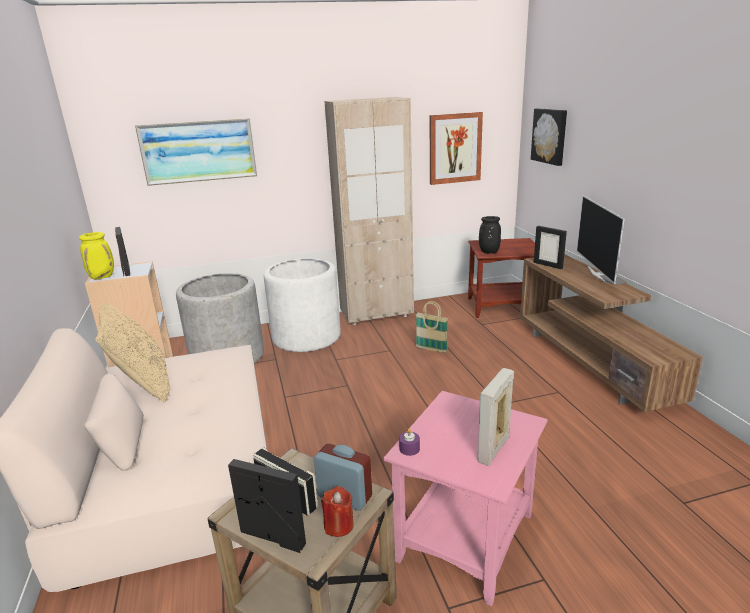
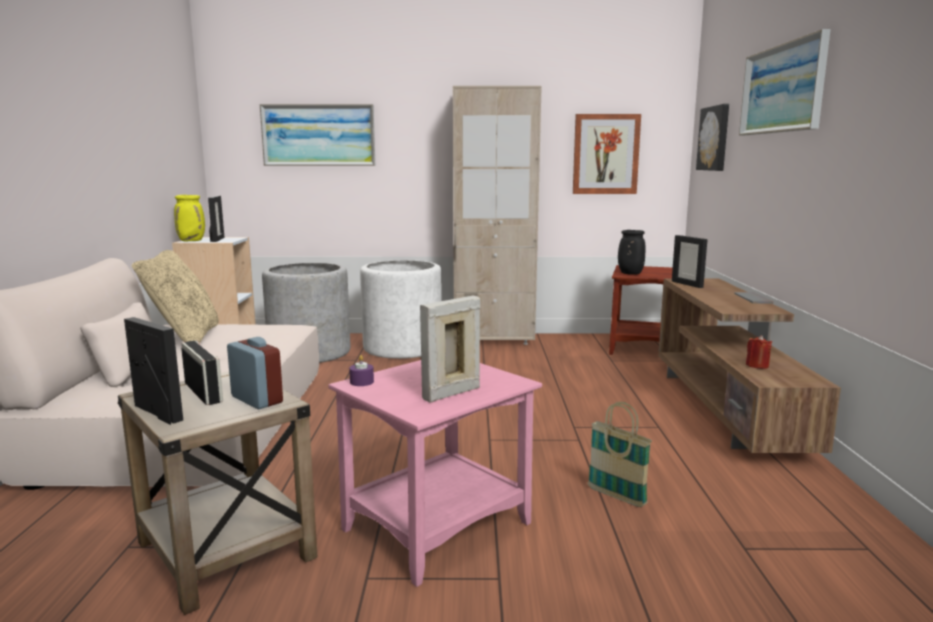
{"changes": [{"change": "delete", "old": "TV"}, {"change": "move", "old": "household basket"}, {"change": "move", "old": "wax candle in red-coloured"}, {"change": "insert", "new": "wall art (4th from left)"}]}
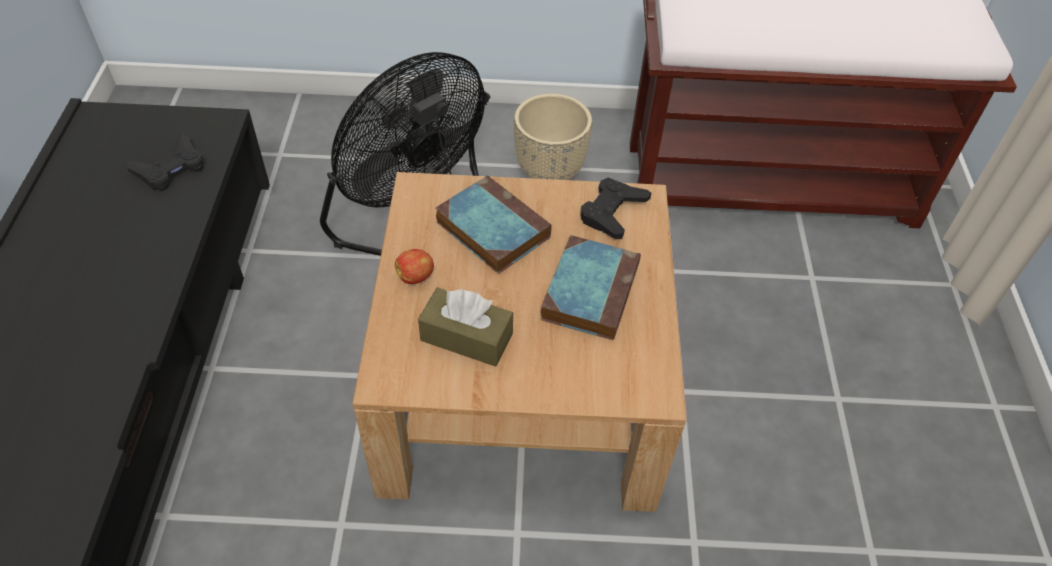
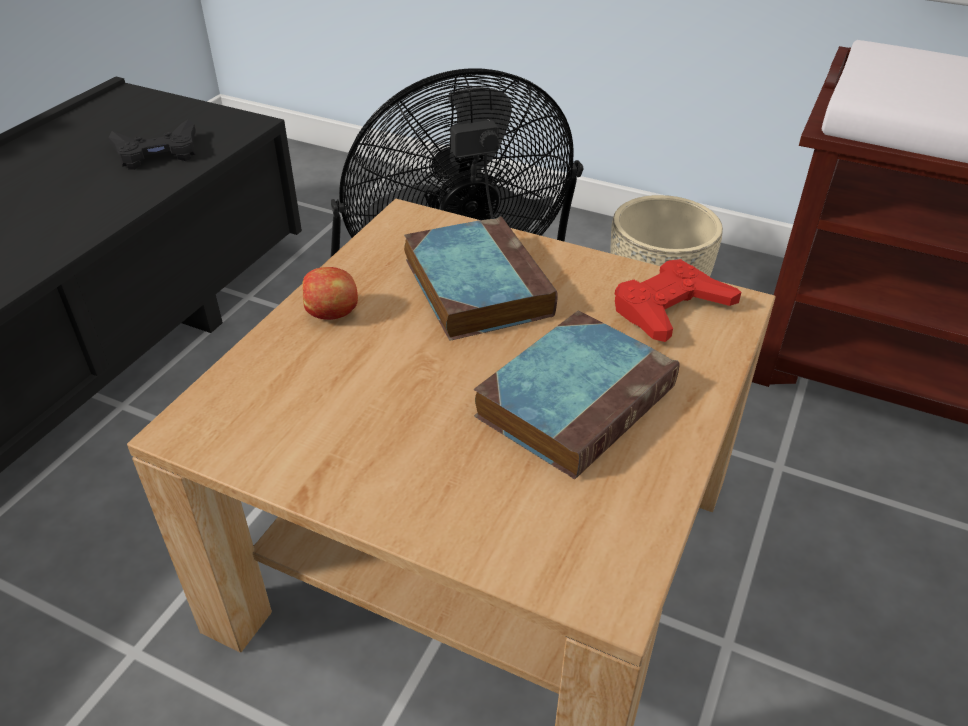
{"changes": [{"change": "recolor", "old": "gamepad in black (2nd from left)", "new": "gamepad in red-coloured"}, {"change": "delete", "old": "box of tissues in brown"}]}
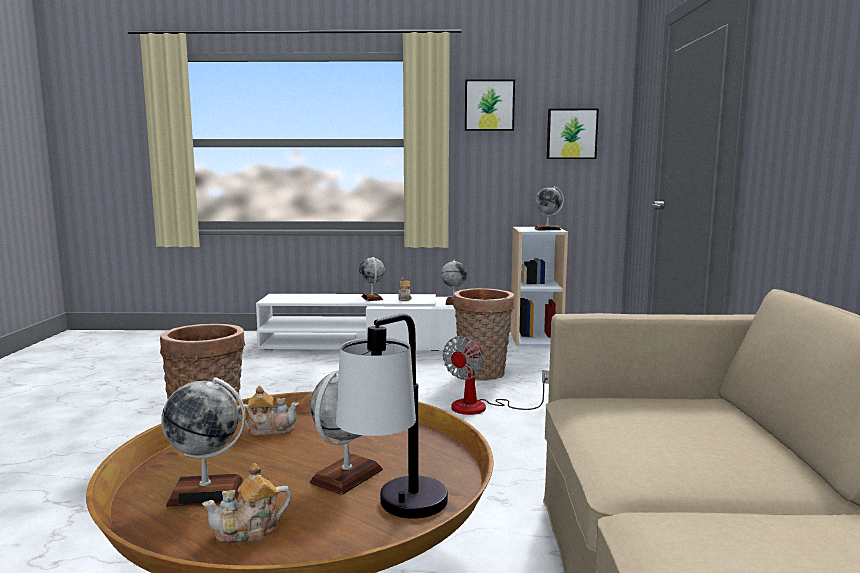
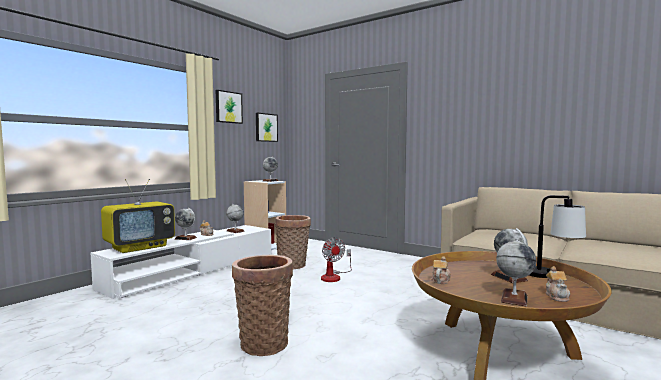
{"changes": [{"change": "insert", "new": "TV"}]}
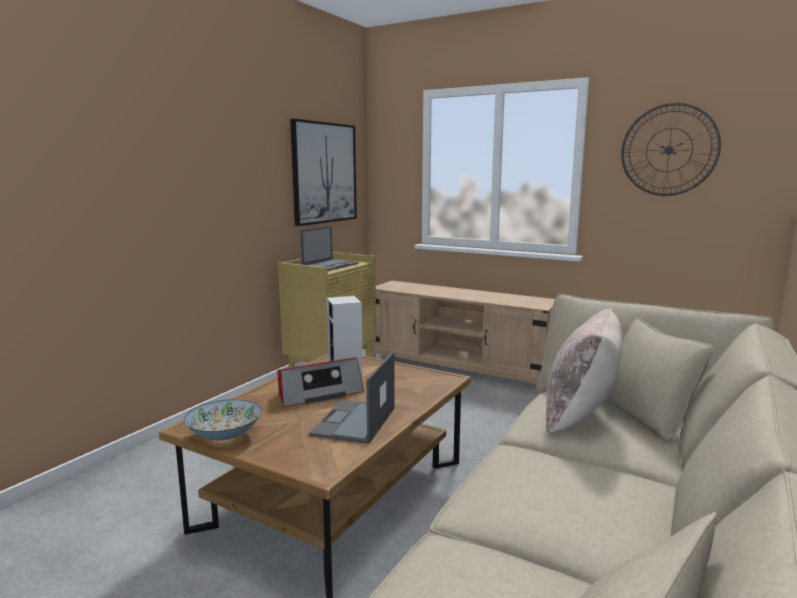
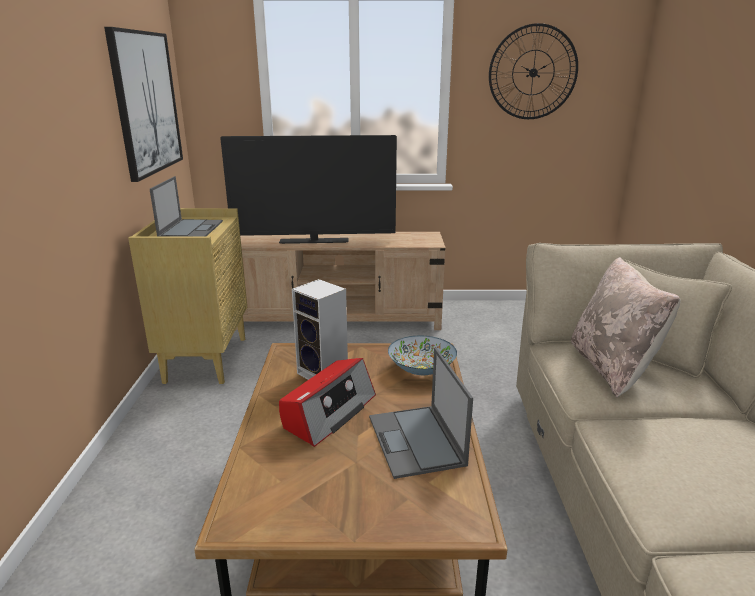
{"changes": [{"change": "move", "old": "serving bowl"}, {"change": "insert", "new": "TV"}]}
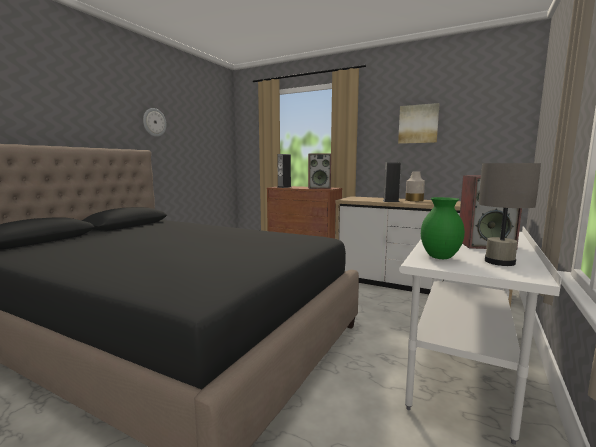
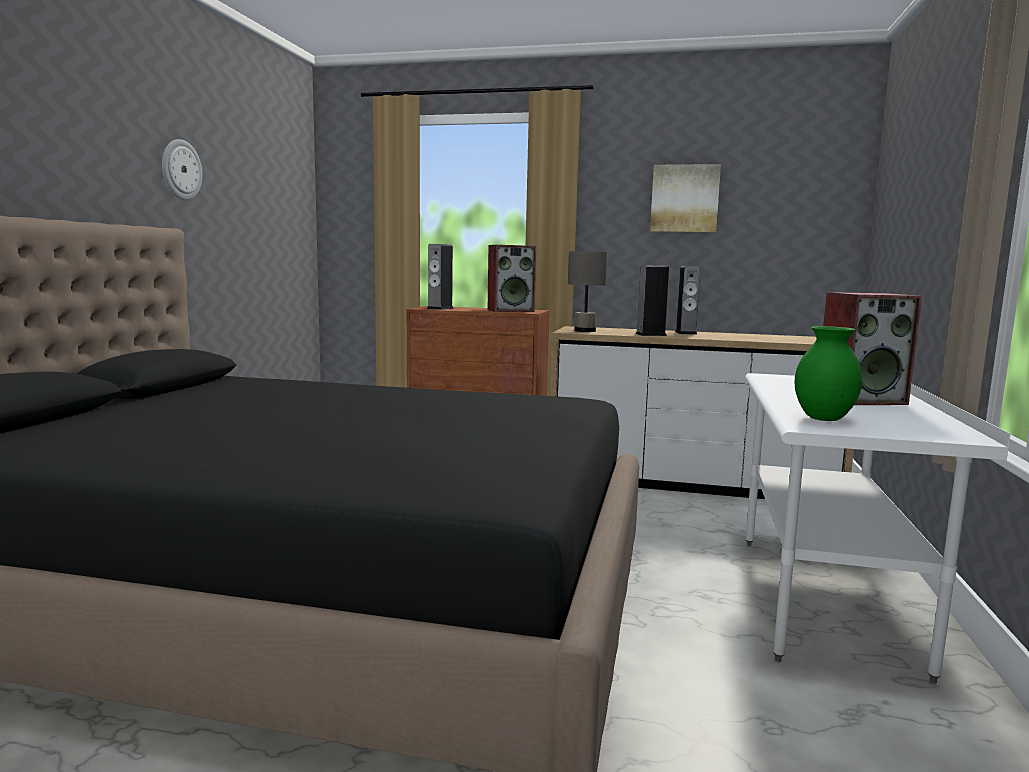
{"changes": [{"change": "move", "old": "lamp for a table in grey"}, {"change": "replace", "old": "vase in beige-coloured", "new": "loudspeaker (4th from left)"}]}
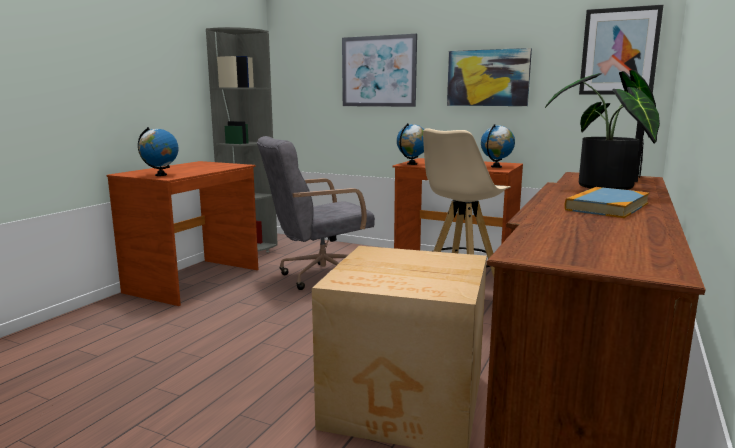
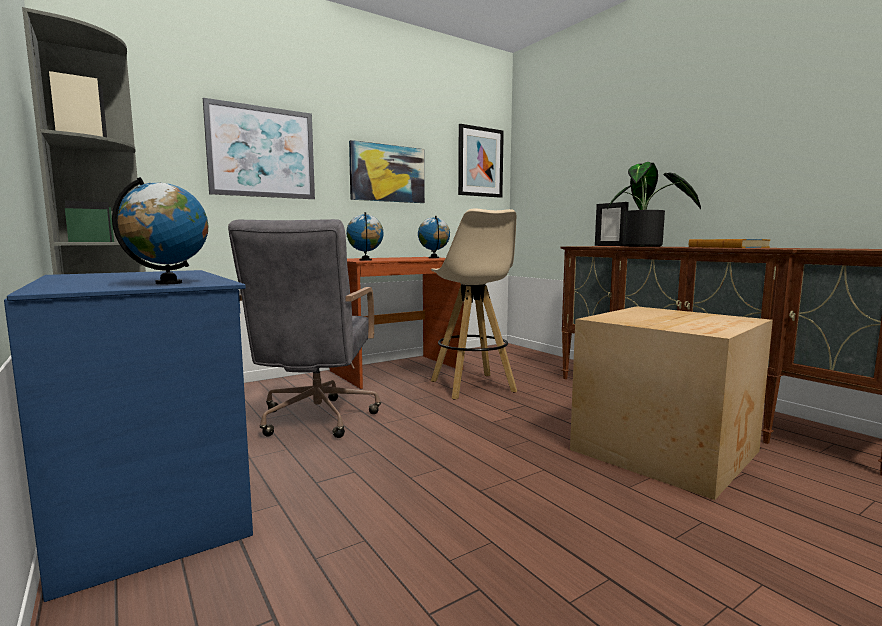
{"changes": [{"change": "recolor", "old": "desk unit in brown (1st from left)", "new": "desk unit in blue"}]}
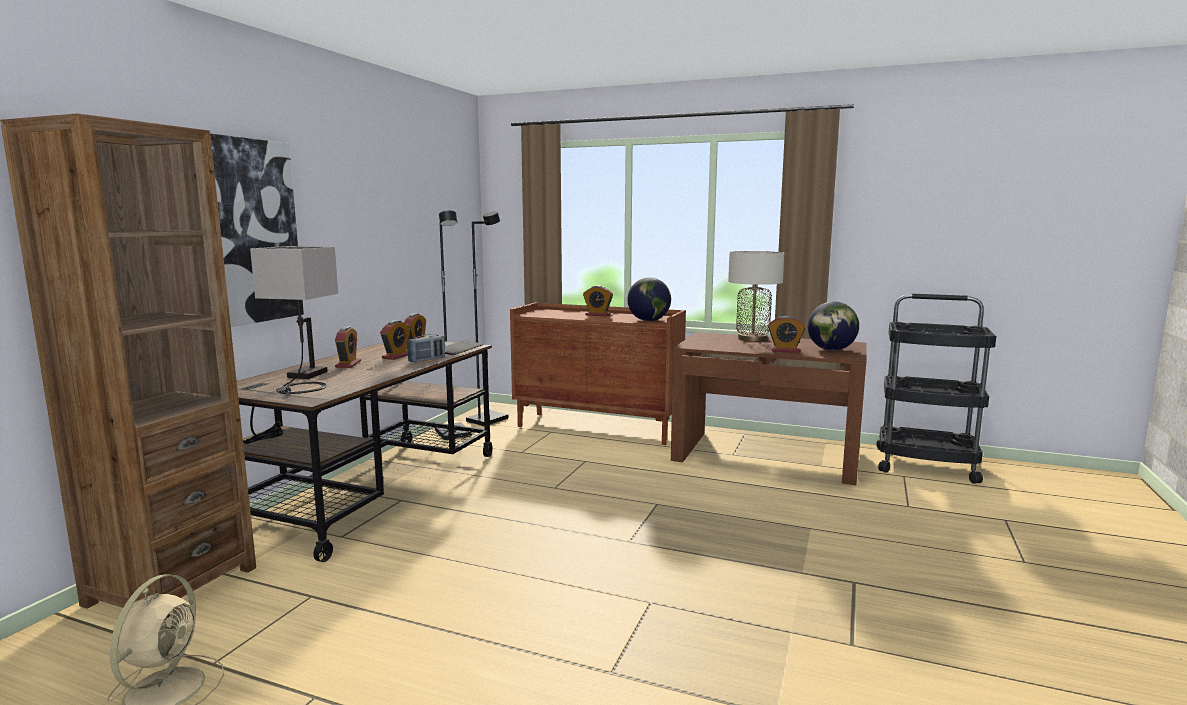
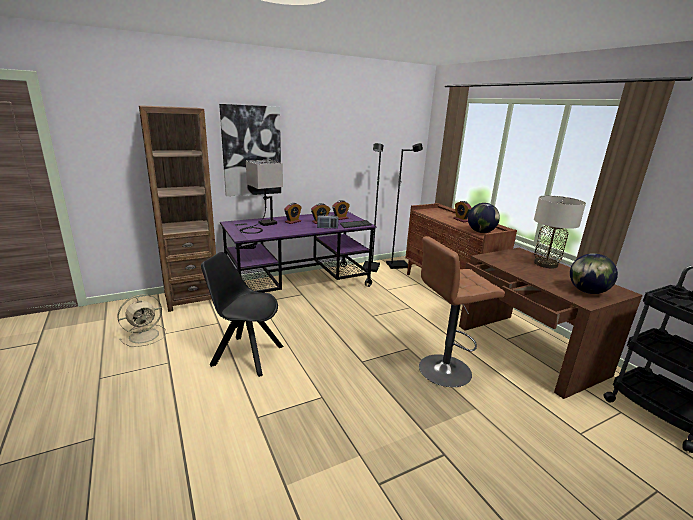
{"changes": [{"change": "delete", "old": "alarm clock (5th from left)"}, {"change": "recolor", "old": "desk unit in brown (1st from left)", "new": "desk unit in purple"}, {"change": "insert", "new": "stool seat in brown"}, {"change": "insert", "new": "plain chair in black"}]}
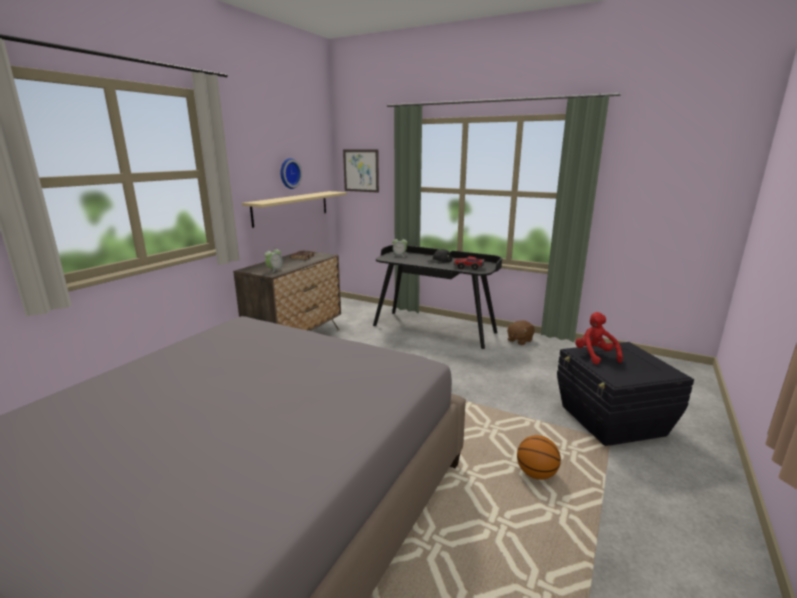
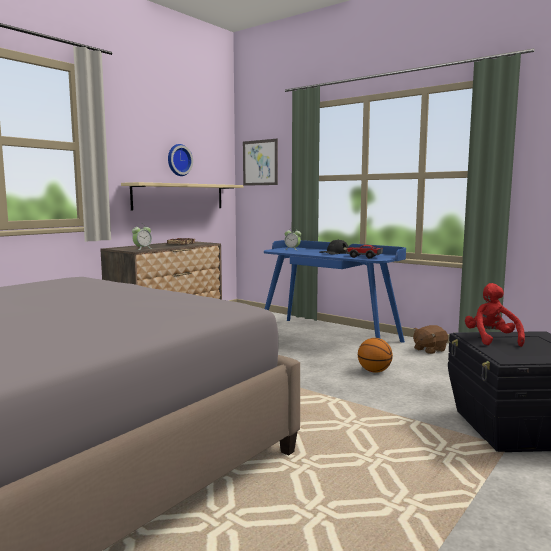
{"changes": [{"change": "recolor", "old": "desk unit in black", "new": "desk unit in blue"}, {"change": "move", "old": "basketball ball"}]}
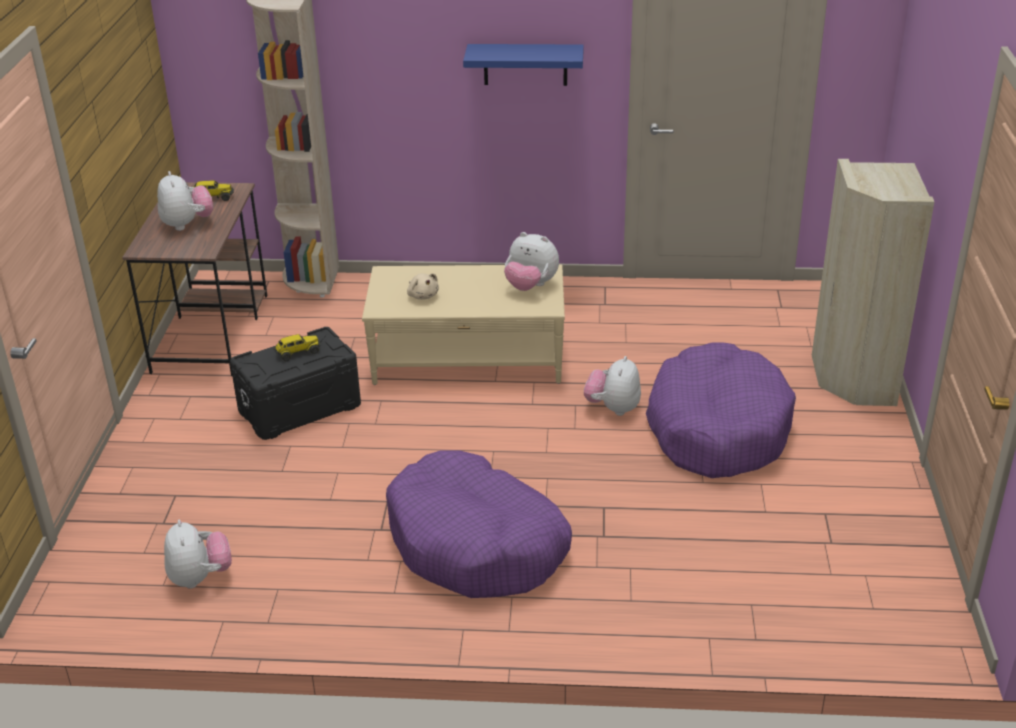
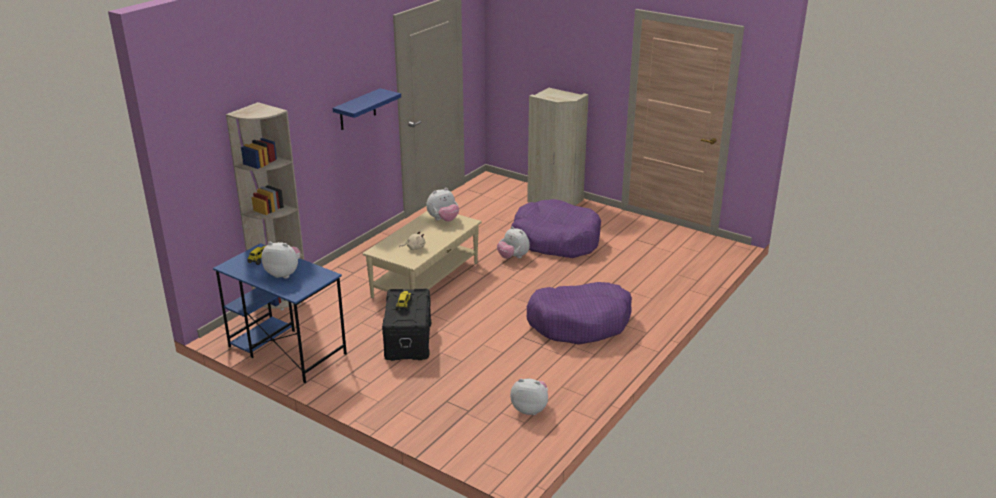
{"changes": [{"change": "recolor", "old": "desk unit in brown", "new": "desk unit in blue"}]}
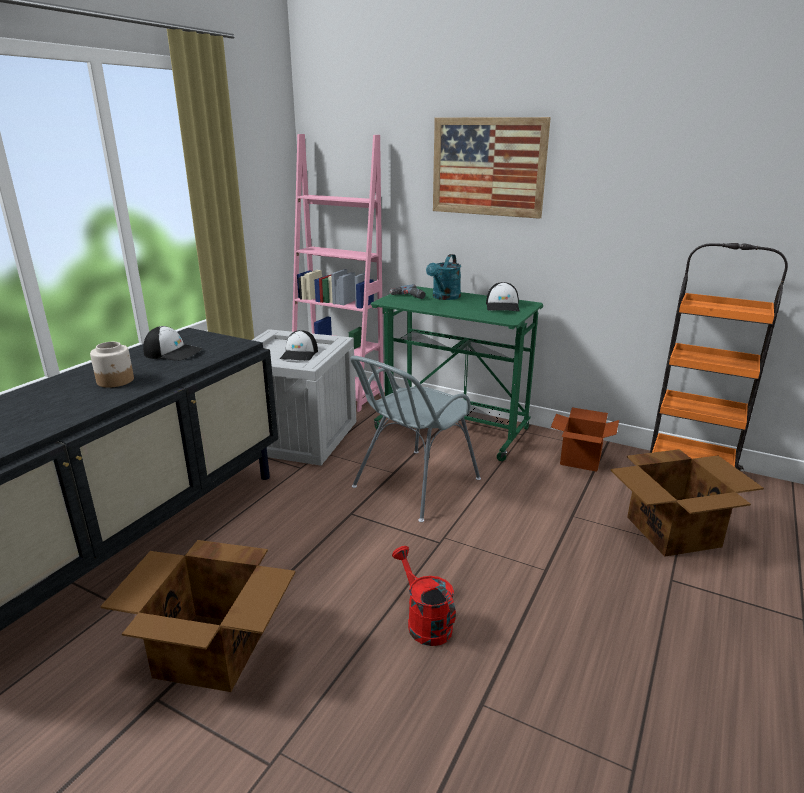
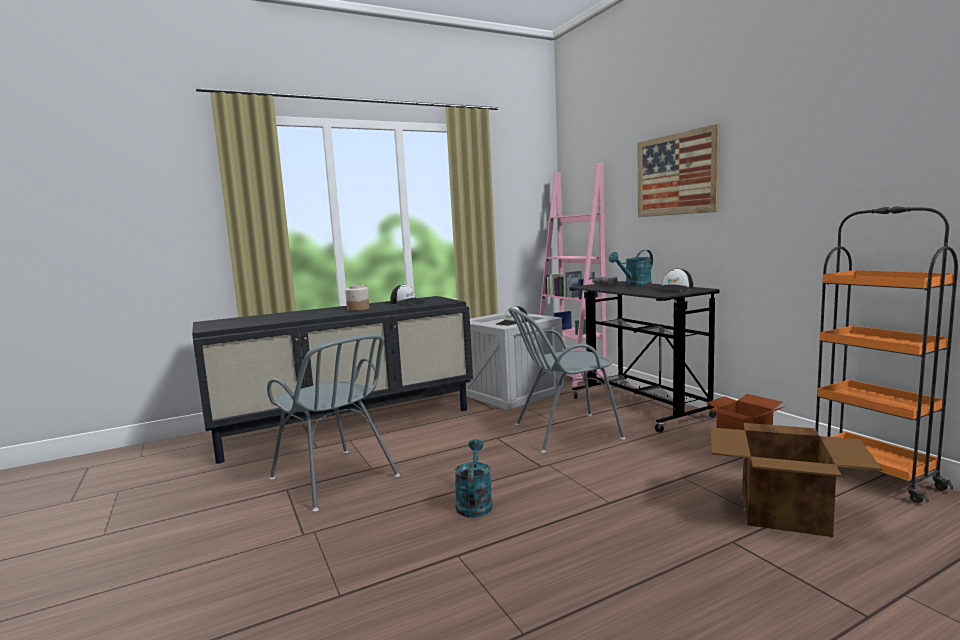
{"changes": [{"change": "recolor", "old": "desk unit in green-coloured", "new": "desk unit in black"}, {"change": "replace", "old": "packing box (1st from left)", "new": "plain chair in grey (1st from left)"}, {"change": "recolor", "old": "watering pot in red-coloured", "new": "watering pot in turquoise (1st from left)"}]}
